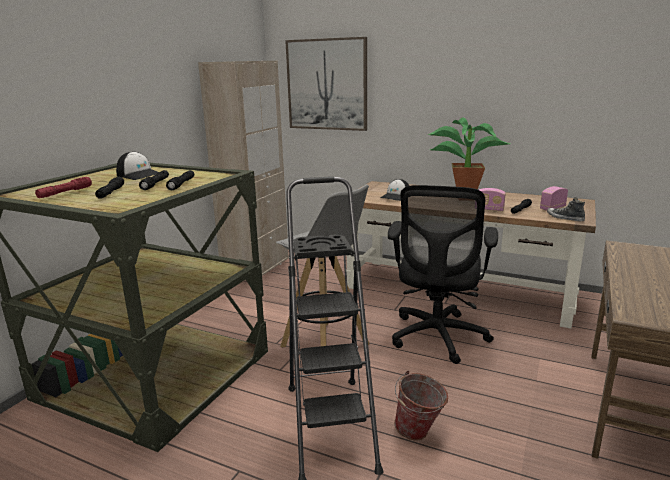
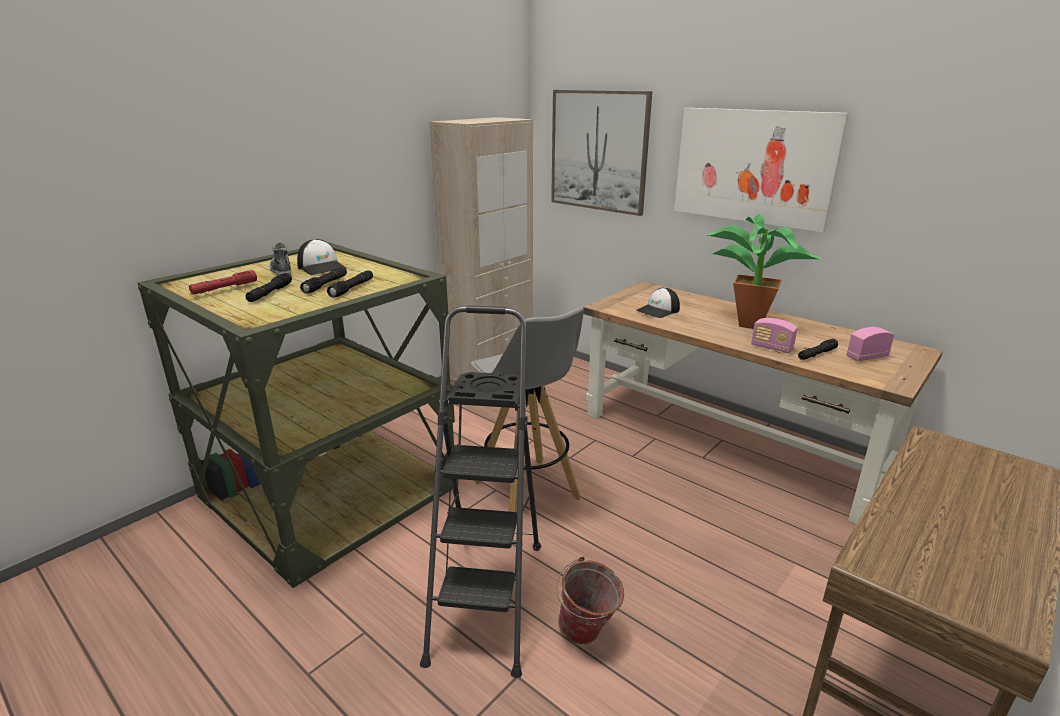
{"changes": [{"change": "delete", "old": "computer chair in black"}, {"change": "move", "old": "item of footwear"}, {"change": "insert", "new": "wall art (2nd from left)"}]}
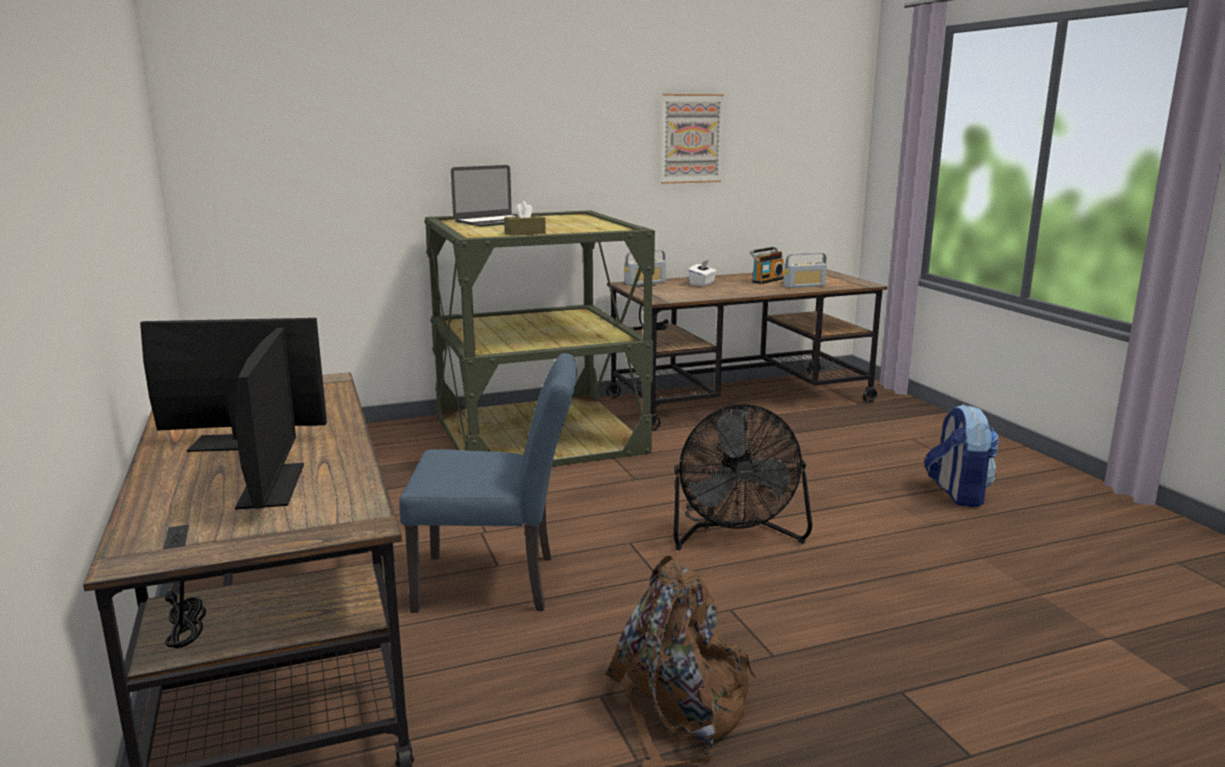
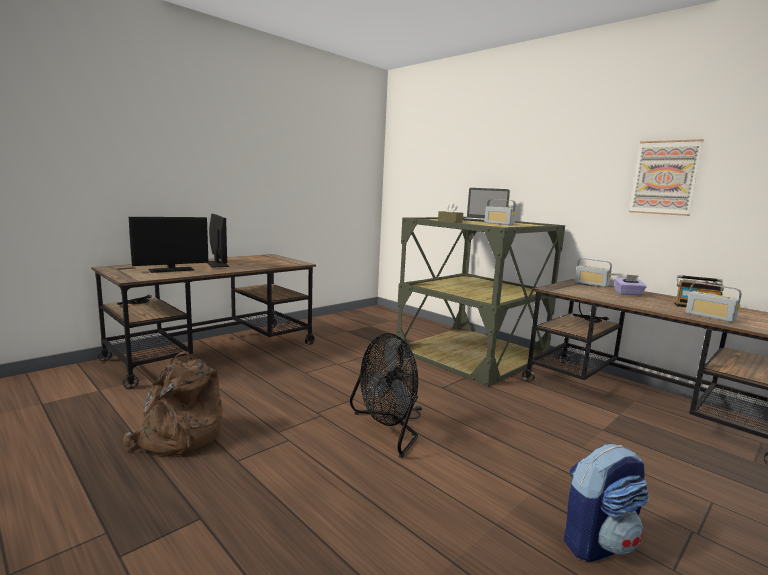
{"changes": [{"change": "recolor", "old": "box of tissues in whitish", "new": "box of tissues in purple"}, {"change": "delete", "old": "plain chair in blue"}, {"change": "insert", "new": "radio (1st from left)"}]}
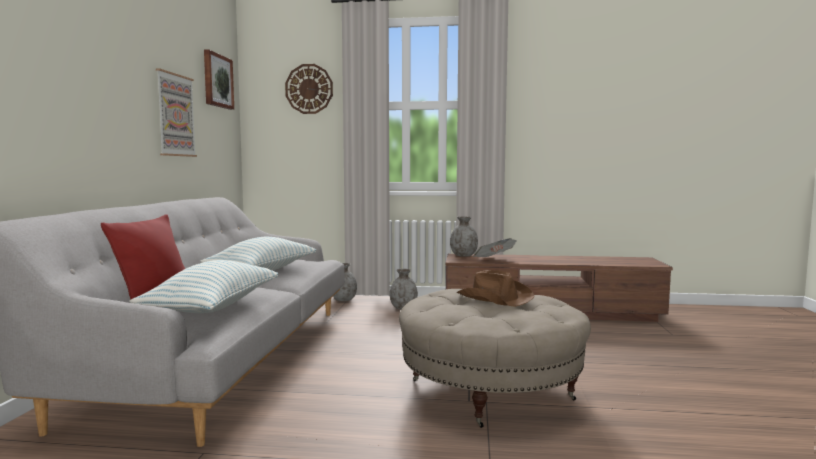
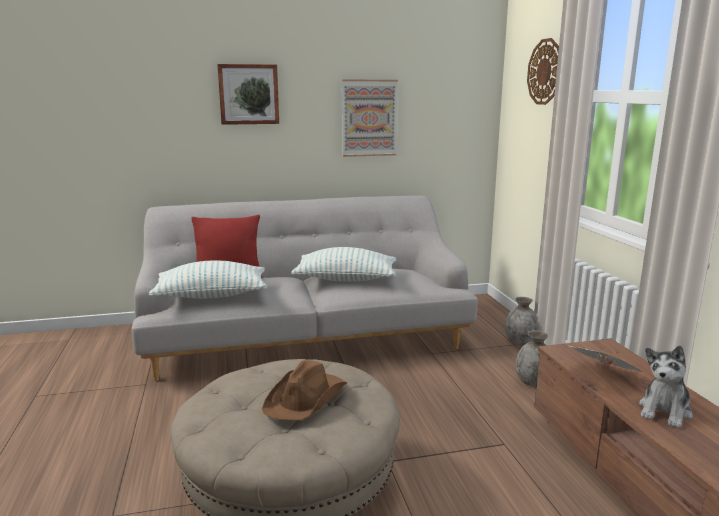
{"changes": [{"change": "move", "old": "wall art (2nd from left in the first image)", "new": "wall art (1st from left)"}, {"change": "delete", "old": "vase in grey (3rd from left)"}, {"change": "insert", "new": "soft toy"}]}
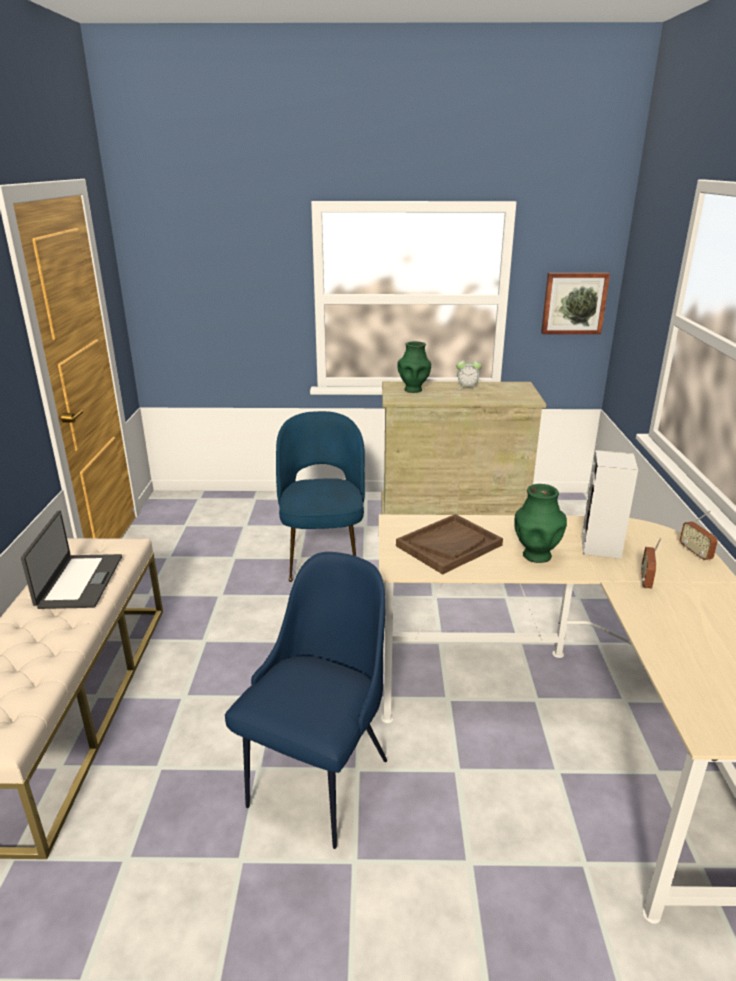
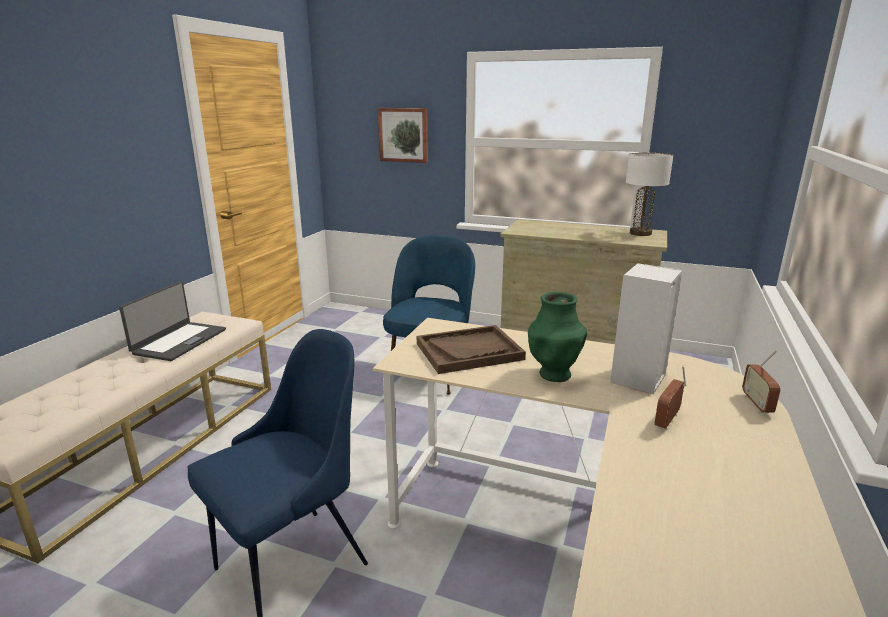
{"changes": [{"change": "move", "old": "wall art"}, {"change": "delete", "old": "vase in green-coloured (1st from left)"}, {"change": "delete", "old": "alarm clock"}, {"change": "insert", "new": "lamp for a table"}]}
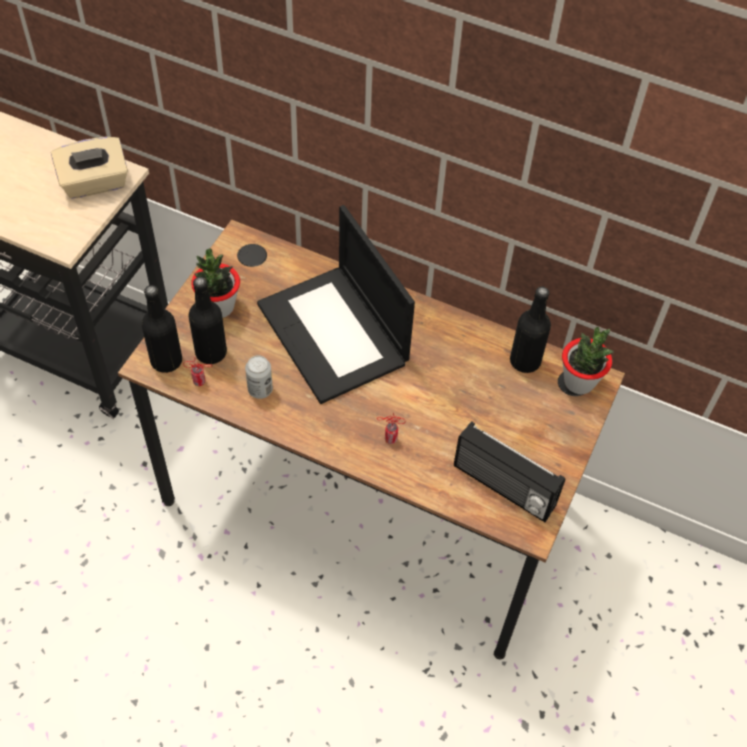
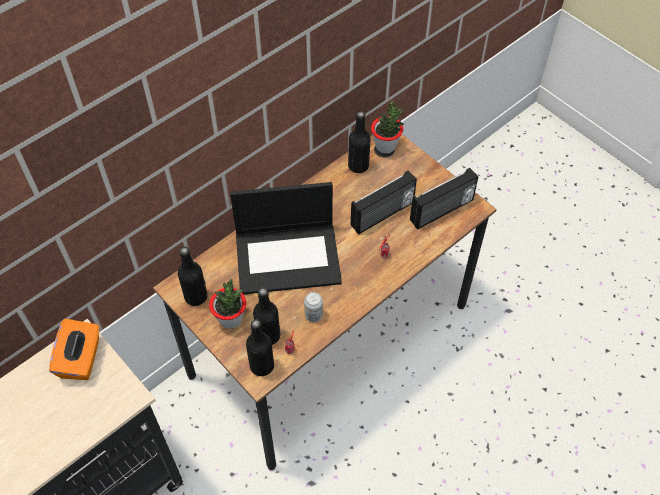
{"changes": [{"change": "recolor", "old": "box of tissues in beige-coloured", "new": "box of tissues in orangey"}, {"change": "insert", "new": "radio (1st from left)"}, {"change": "insert", "new": "beverage bottle in black (1st from left)"}]}
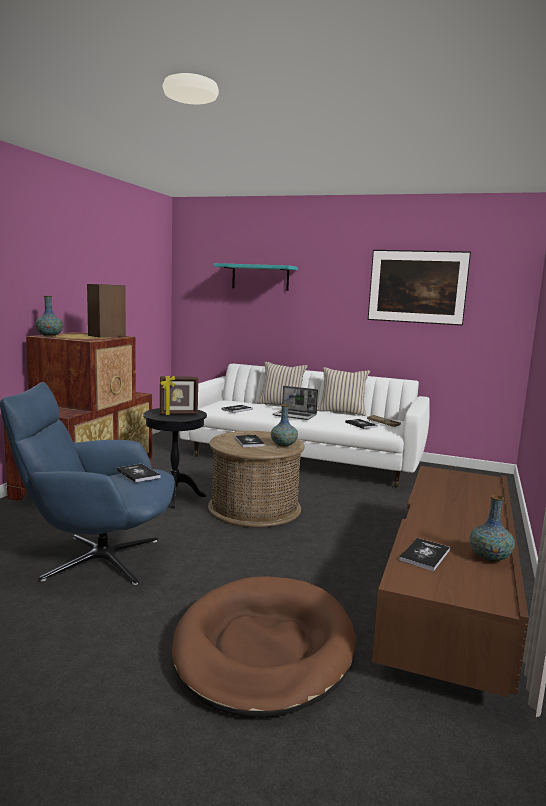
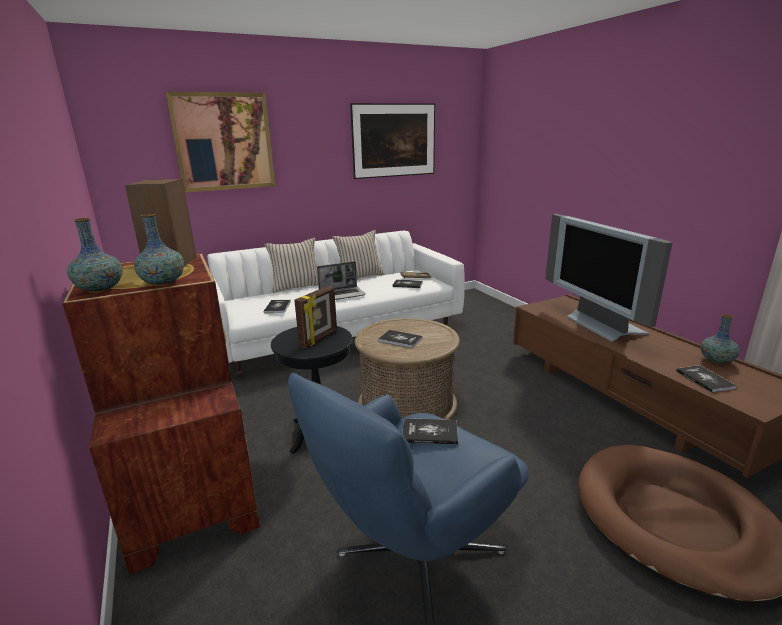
{"changes": [{"change": "replace", "old": "wall shelf in turquoise", "new": "wall art (1st from left)"}, {"change": "move", "old": "vase (2nd from left)"}, {"change": "insert", "new": "TV"}]}
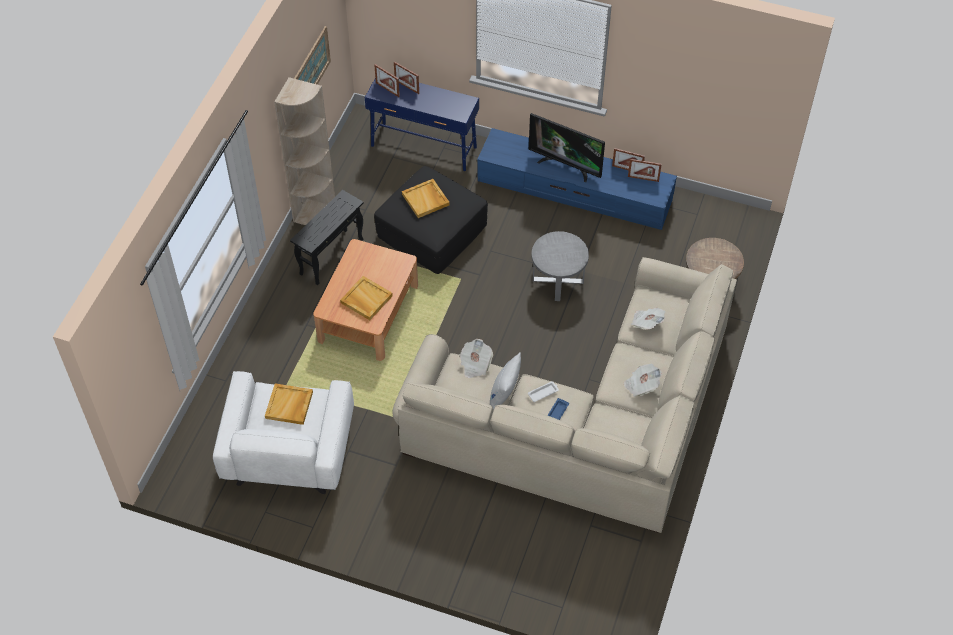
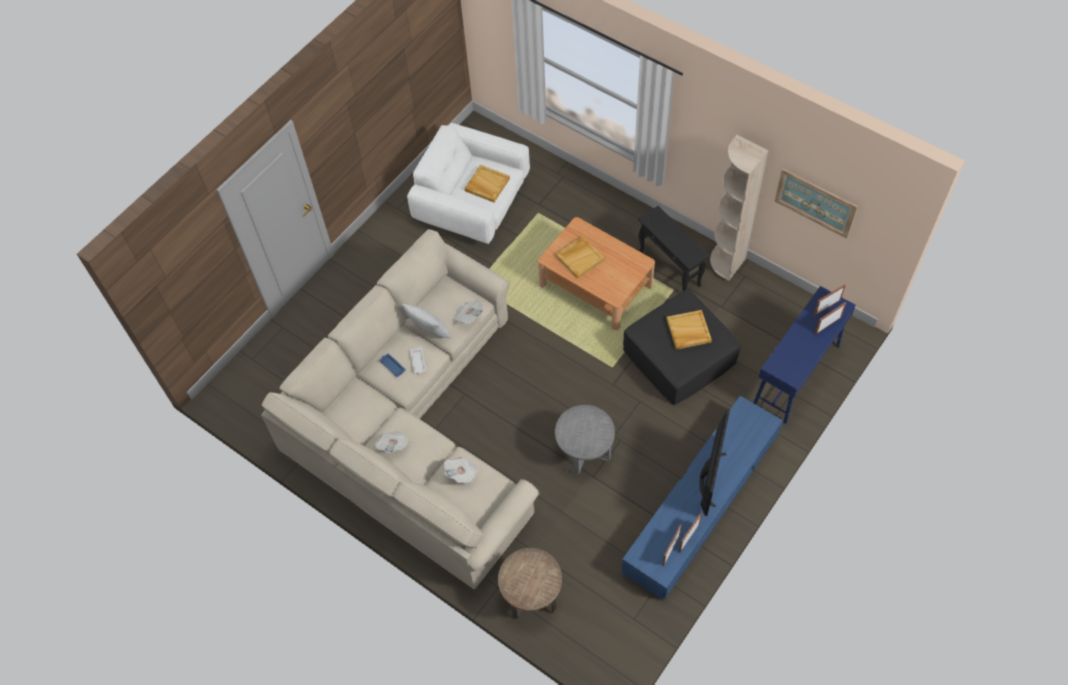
{"changes": [{"change": "rotate", "old": "TV", "degrees": 150}]}
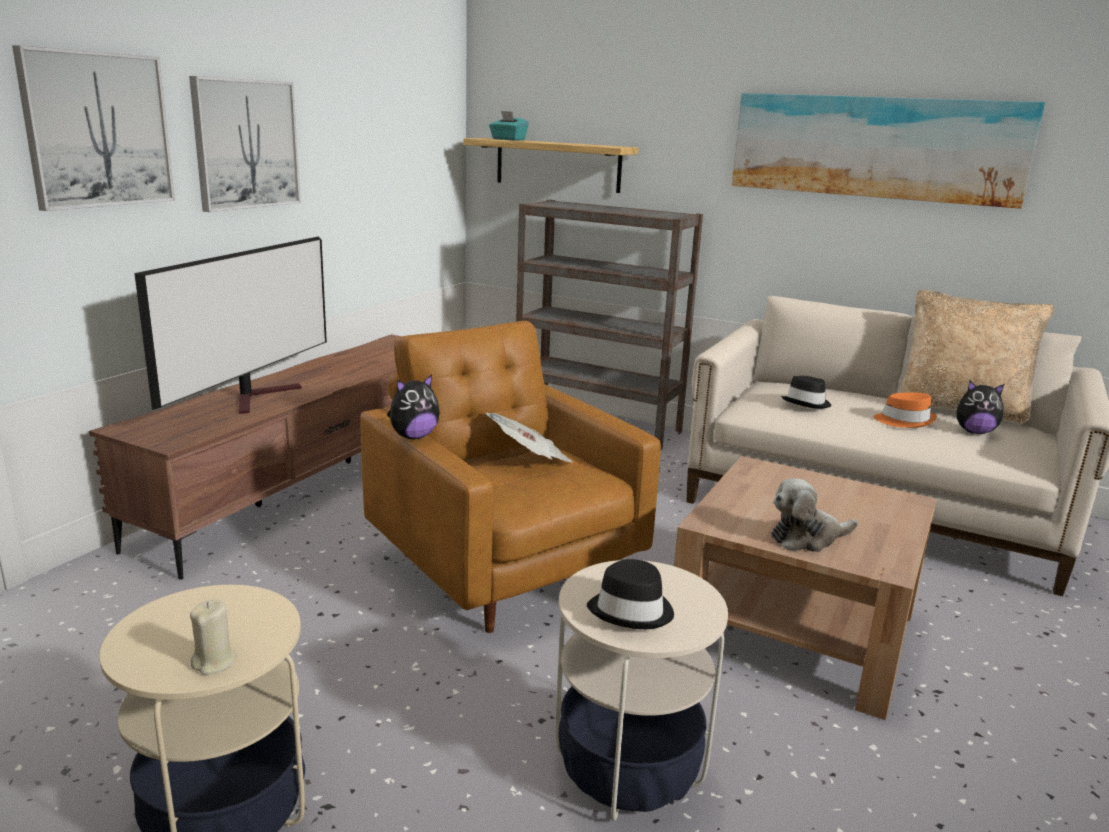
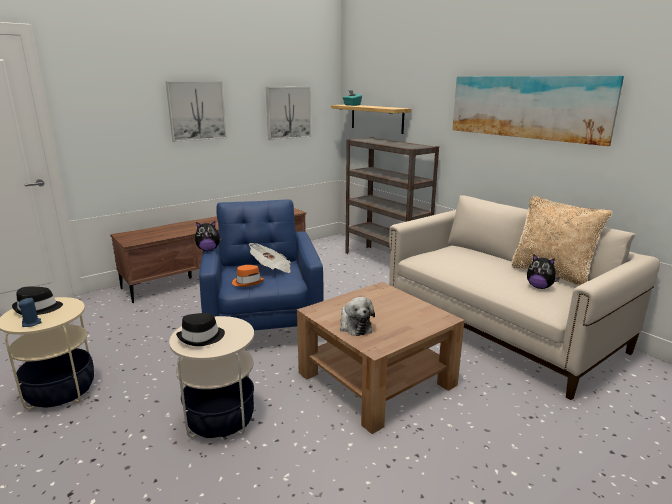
{"changes": [{"change": "move", "old": "wall art (1st from left in the first image)", "new": "wall art (2nd from left)"}, {"change": "delete", "old": "TV"}, {"change": "recolor", "old": "lounge chair in brown", "new": "lounge chair in blue"}, {"change": "move", "old": "clothing hat in black (2nd from left in the first image)", "new": "clothing hat in black (1st from left)"}, {"change": "move", "old": "clothing hat in orangey"}, {"change": "rotate", "old": "soft toy (2nd from left)", "degrees": -120}, {"change": "recolor", "old": "wax candle in beige-coloured", "new": "wax candle in blue"}]}
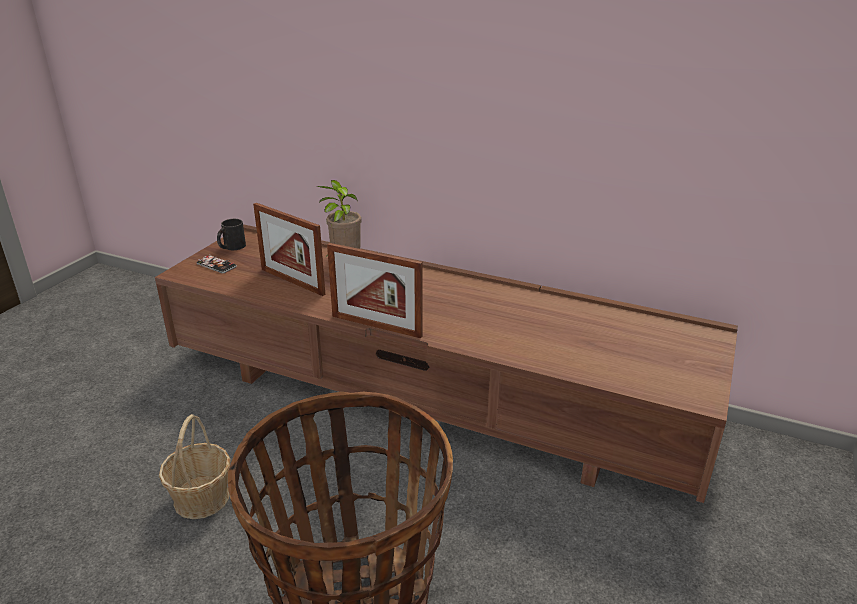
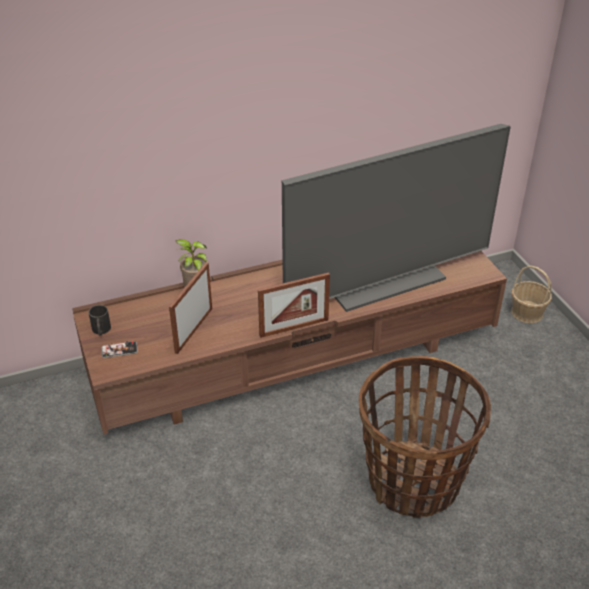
{"changes": [{"change": "rotate", "old": "picture frame (1st from left)", "degrees": 120}, {"change": "move", "old": "household basket (1st from left in the first image)", "new": "household basket (2nd from left)"}, {"change": "insert", "new": "TV"}]}
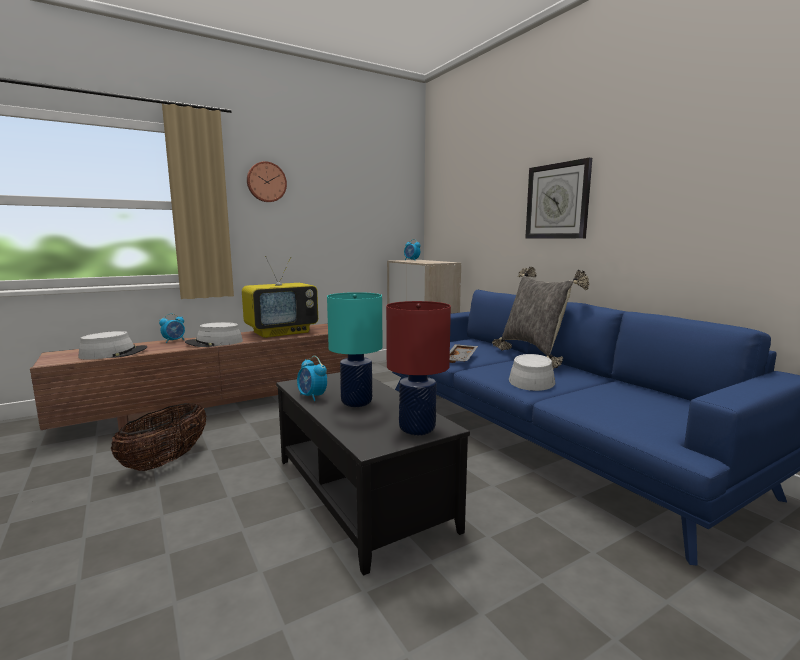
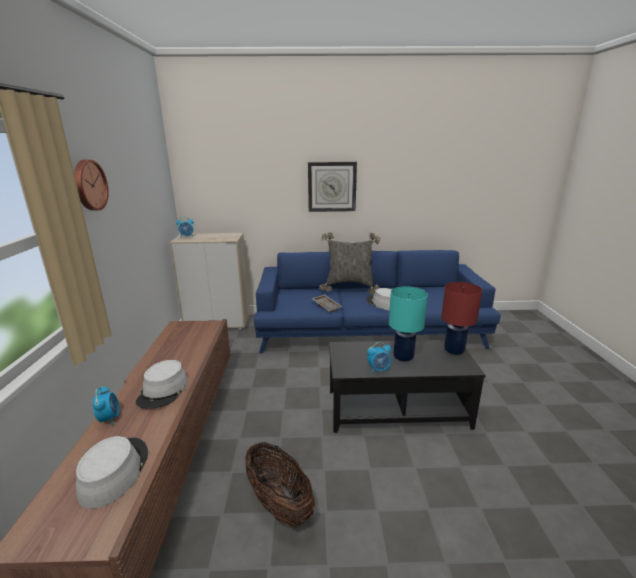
{"changes": [{"change": "delete", "old": "TV"}]}
